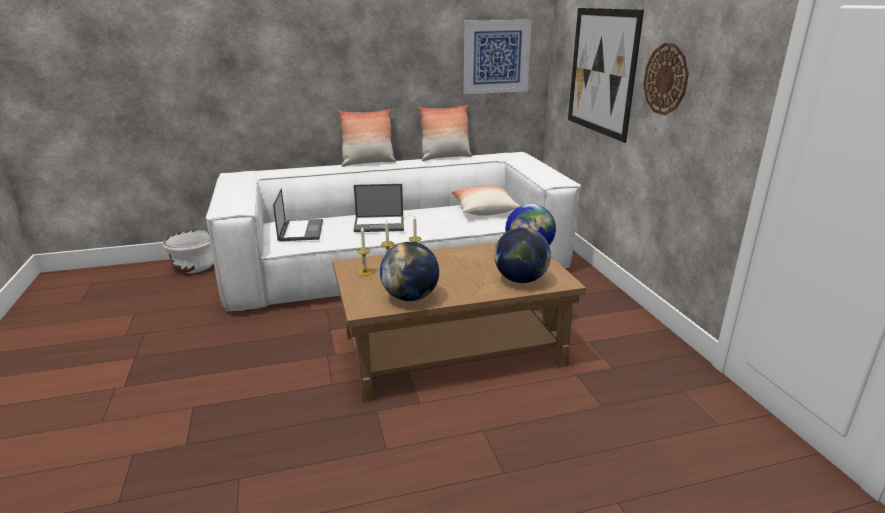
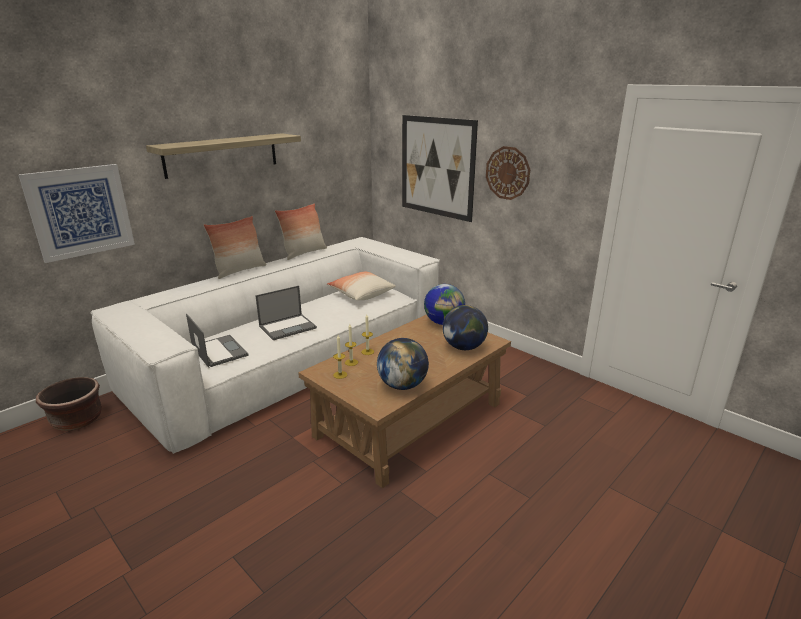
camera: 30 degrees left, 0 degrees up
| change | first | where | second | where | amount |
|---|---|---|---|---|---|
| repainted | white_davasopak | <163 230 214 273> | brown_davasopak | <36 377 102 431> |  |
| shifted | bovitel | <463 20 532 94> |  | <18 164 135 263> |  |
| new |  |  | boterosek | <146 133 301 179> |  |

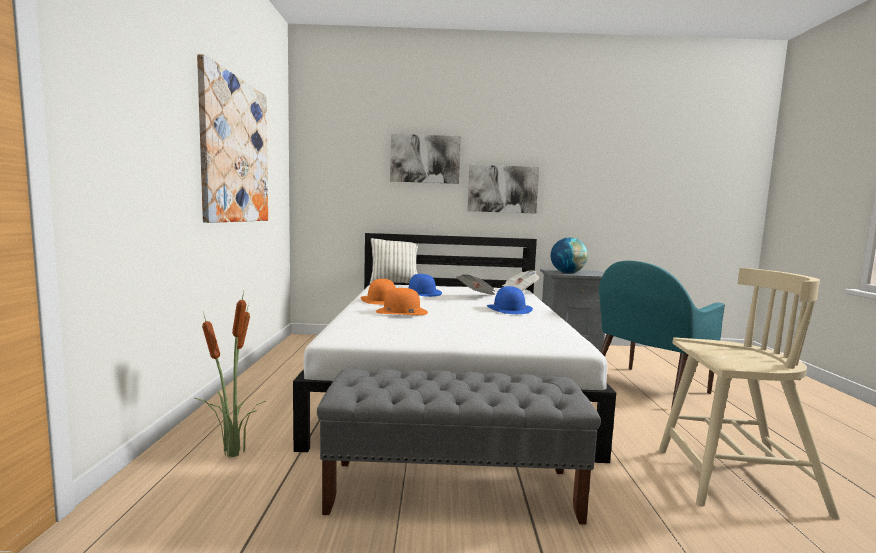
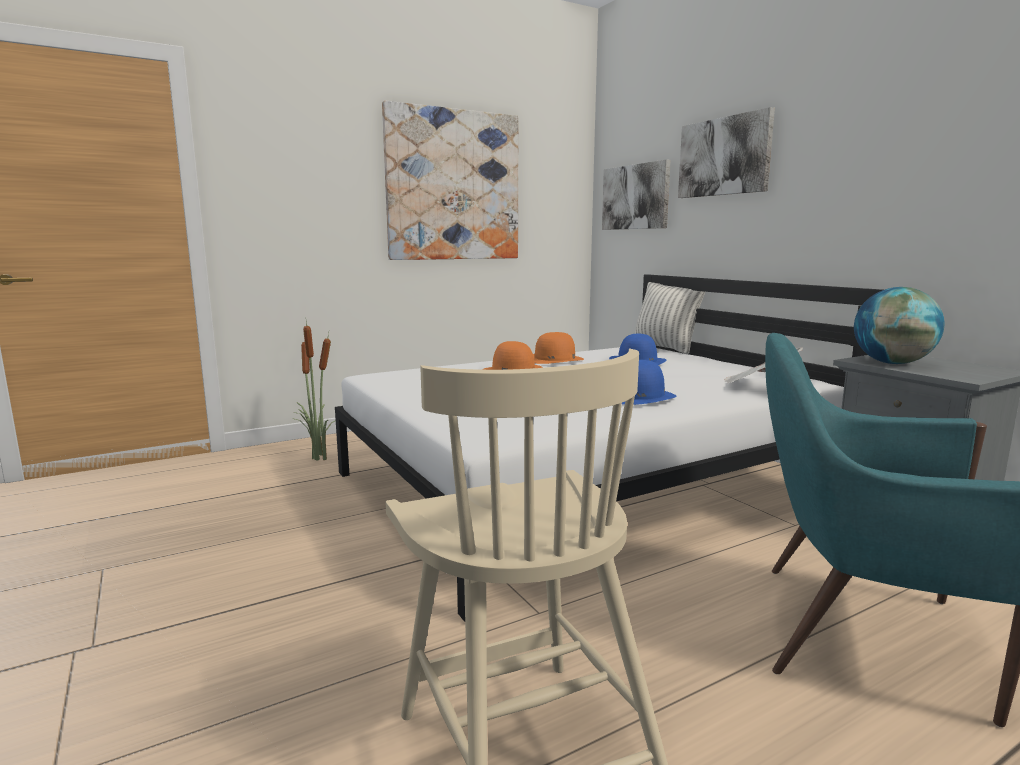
camera: 60 degrees right, 5 degrees up
| change | first | where | second | where | amount |
|---|---|---|---|---|---|
| gone | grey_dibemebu | <317 369 601 524> |  |  |  |
| gone | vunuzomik | <456 274 495 295> |  |  |  |
| shifted | bovitel | <468 165 539 214> |  | <602 159 671 230> |  |

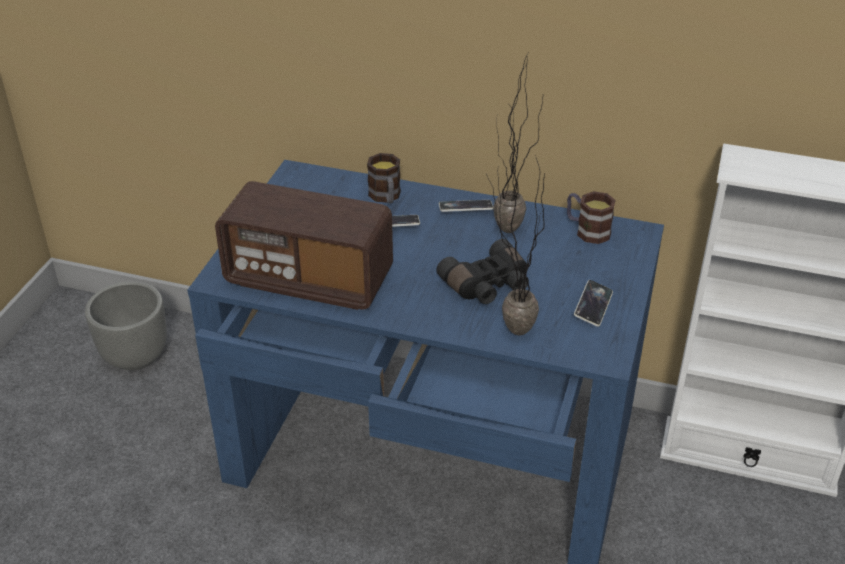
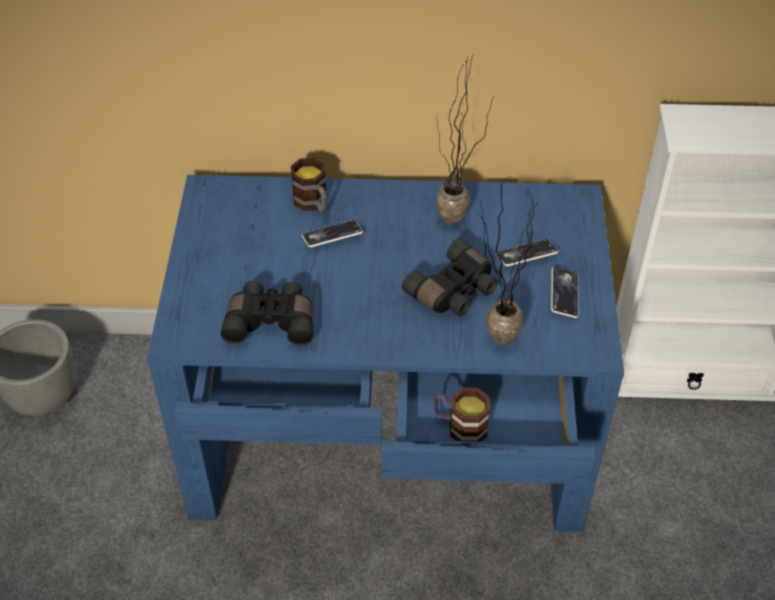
camera: 15 degrees left, 10 degrees up
| change | first | where | second | where | amount |
|---|---|---|---|---|---|
| swapped | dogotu | <215 181 393 310> | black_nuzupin | <221 281 313 345> |  |
| shifted | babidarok | <439 200 493 212> |  | <496 239 558 266> |  |
| shifted | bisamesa | <567 191 616 244> |  | <433 388 490 441> |  |

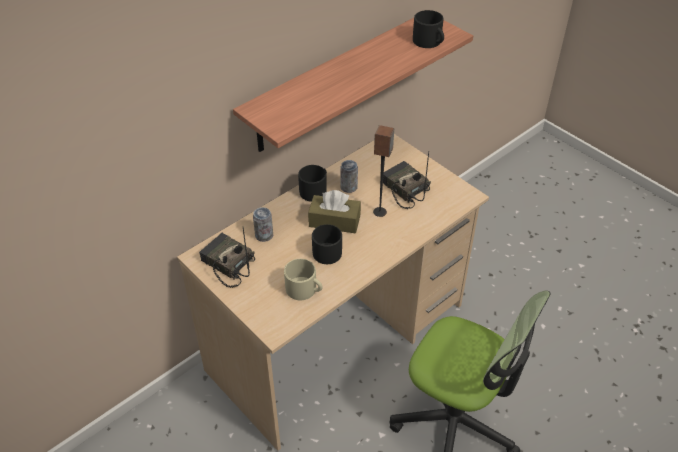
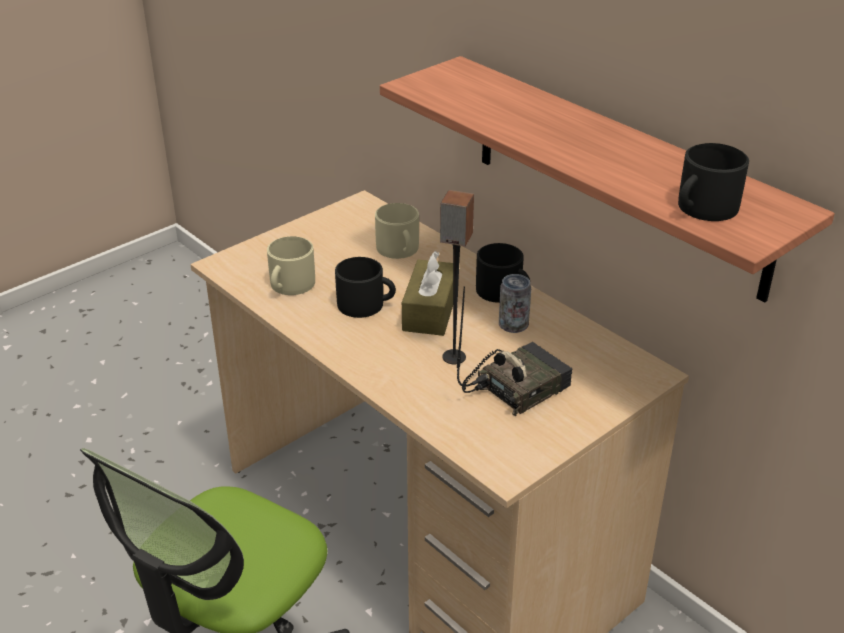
camera: 90 degrees right, 10 degrees down
| change | first | where | second | where | amount |
|---|---|---|---|---|---|
| gone | dogotu | <199 228 255 288> |  |  |  |
| swapped | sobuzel | <253 207 273 242> | beige_bisamesa | <375 203 419 259> |  |

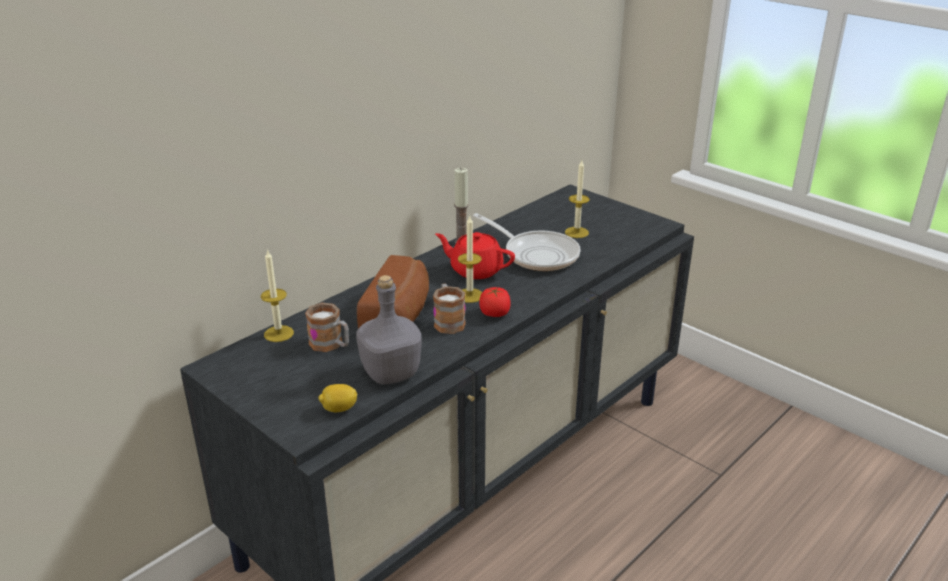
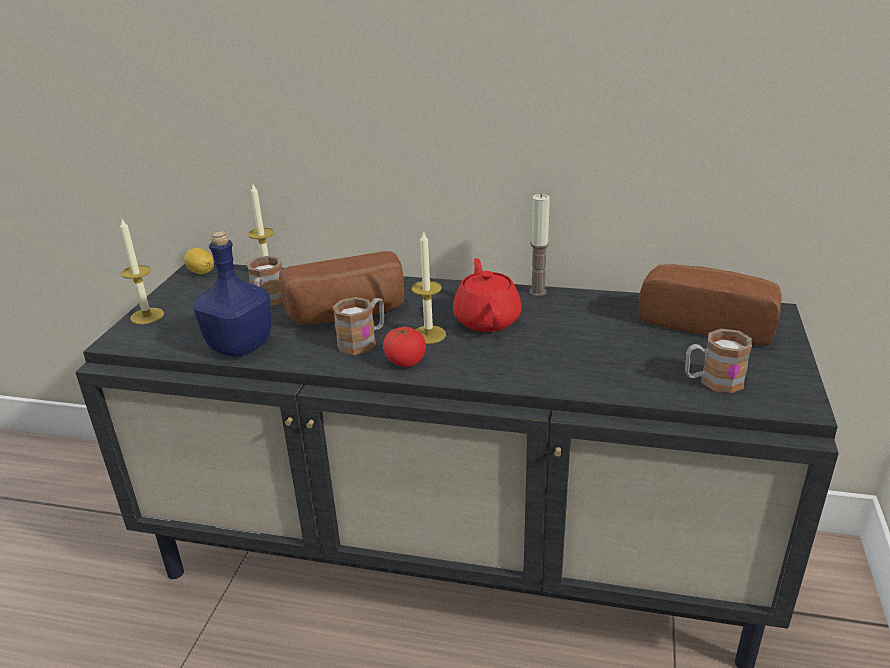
camera: 60 degrees right, 0 degrees up
| change | first | where | second | where | amount |
|---|---|---|---|---|---|
| shifted | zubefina | <318 384 358 412> |  | <184 248 214 274> |  |
| repainted | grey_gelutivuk | <356 275 422 384> | blue_gelutivuk | <193 231 271 357> |  |
| gone | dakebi | <473 213 580 271> |  |  |  |
| shifted | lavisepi | <565 160 590 238> |  | <120 219 164 324> |  |
| new |  |  | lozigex | <638 264 782 346> |  |
| new |  |  | bisamesa | <685 329 752 393> |  |

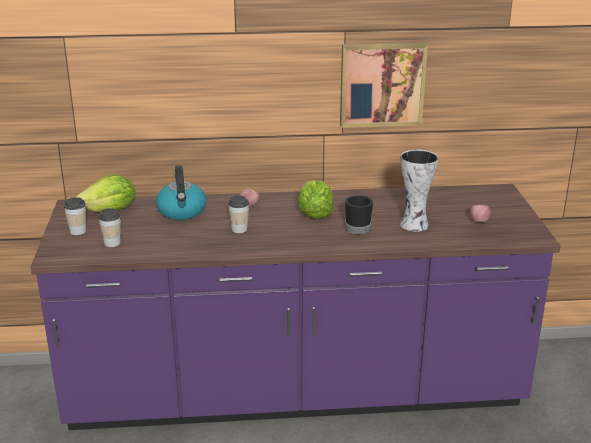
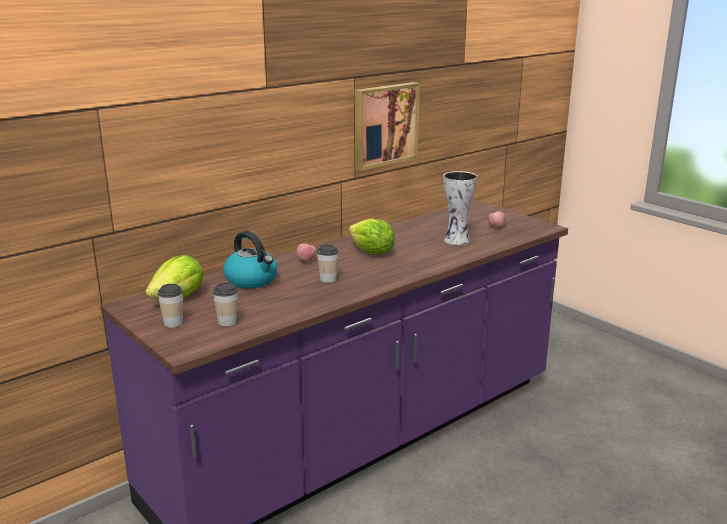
camera: 35 degrees left, 5 degrees down
| change | first | where | second | where | amount |
|---|---|---|---|---|---|
| gone | black_bisamesa | <345 195 373 234> |  |  |  |

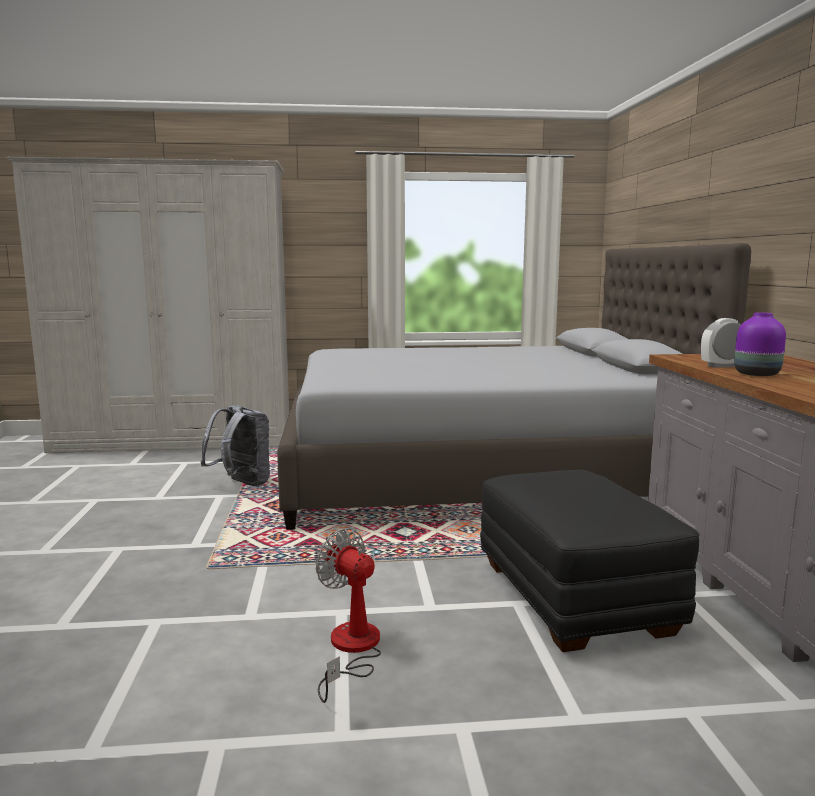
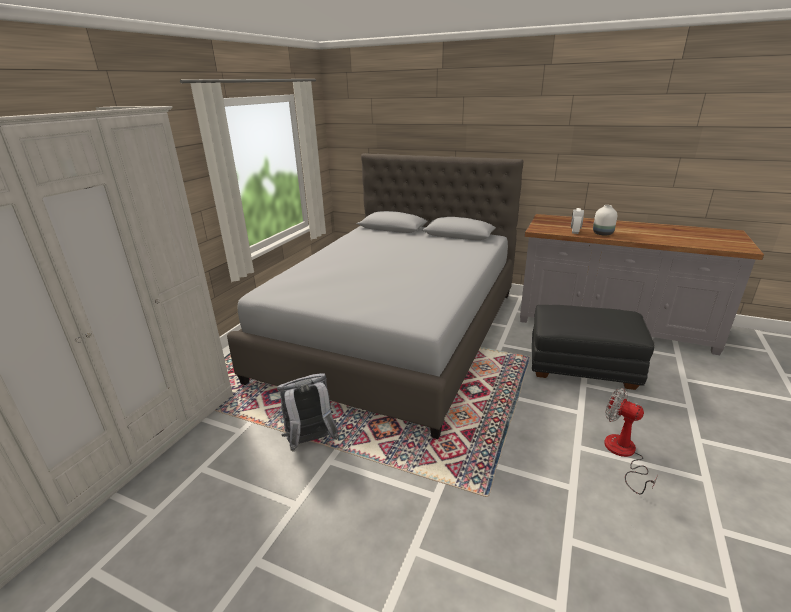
camera: 60 degrees left, 15 degrees up
| change | first | where | second | where | amount |
|---|---|---|---|---|---|
| rotated | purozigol | <315 528 381 703> |  | <604 388 658 494> | 60 degrees clockwise |
| repainted | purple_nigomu | <734 313 786 376> | white_nigomu | <593 205 617 236> |  |

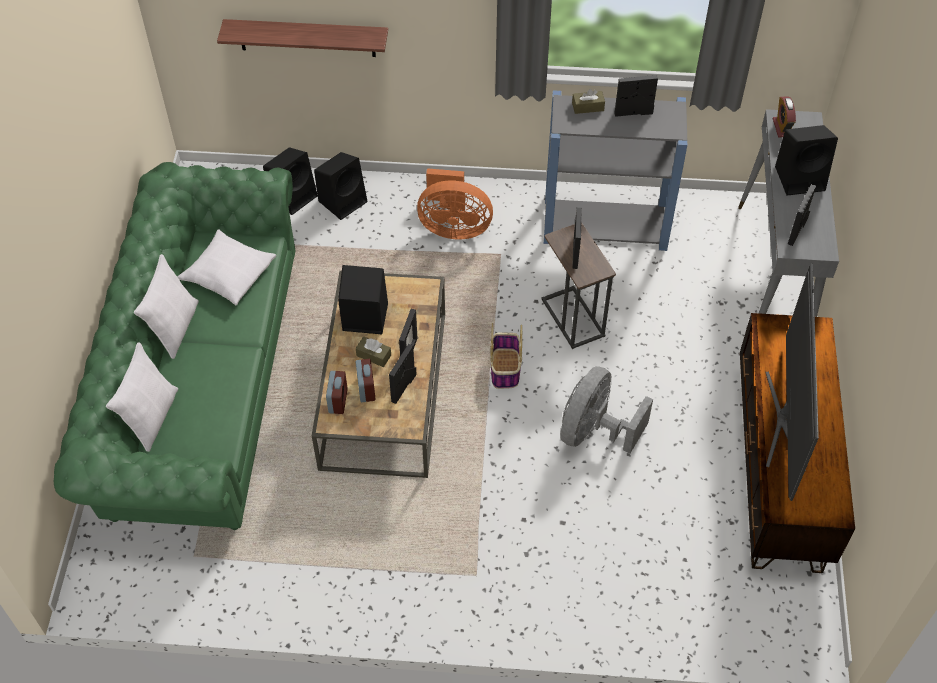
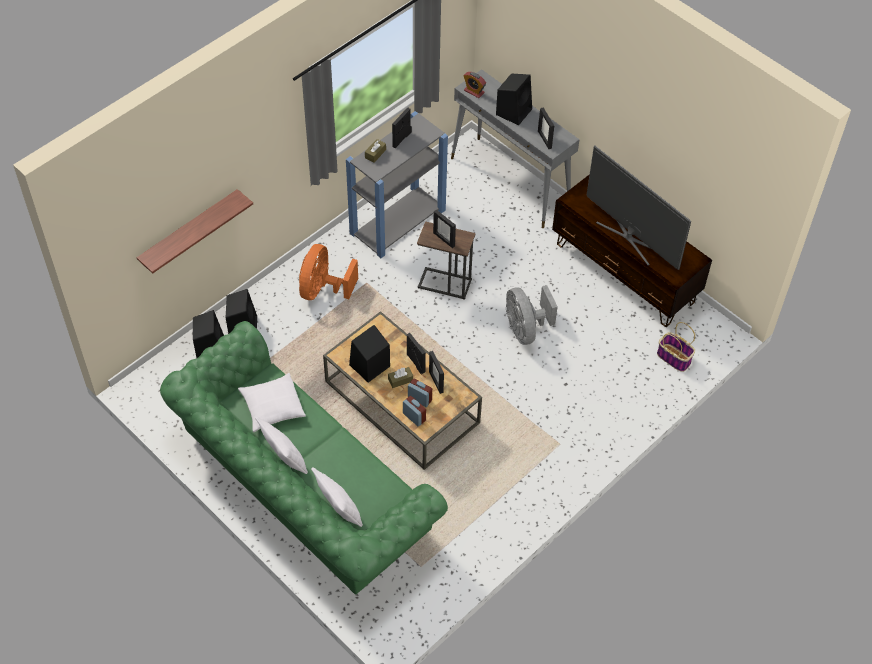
camera: 50 degrees left, 0 degrees up
| change | first | where | second | where | amount |
|---|---|---|---|---|---|
| rotated | orange_purozigol | <417 168 493 240> |  | <299 244 358 300> | 150 degrees clockwise |
| shifted | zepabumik | <490 323 522 389> |  | <657 322 695 372> |  |

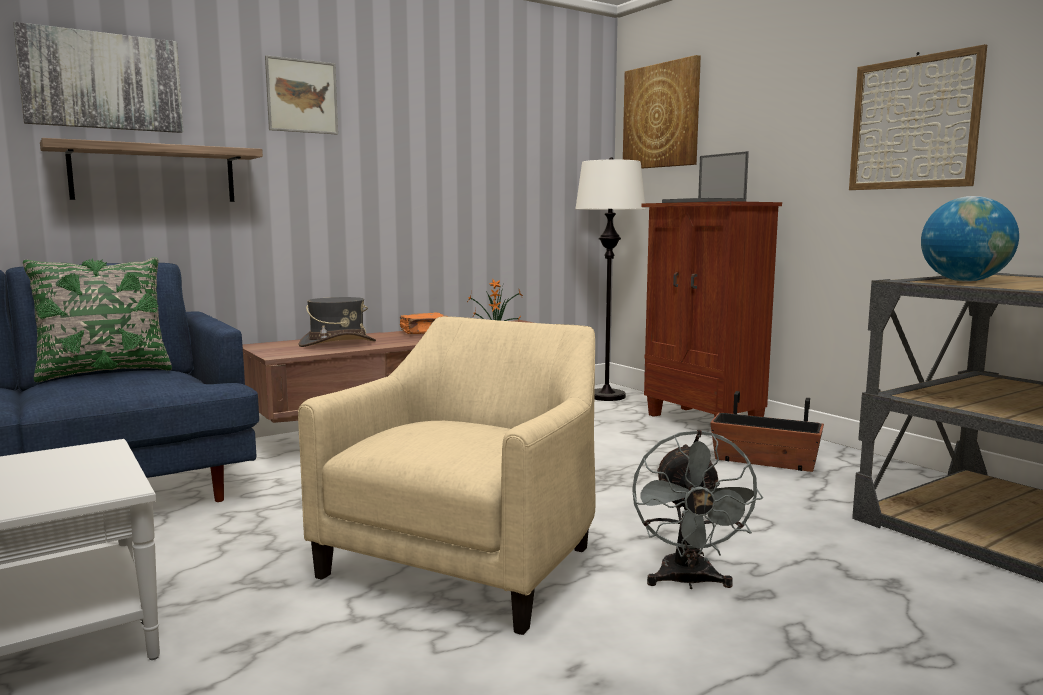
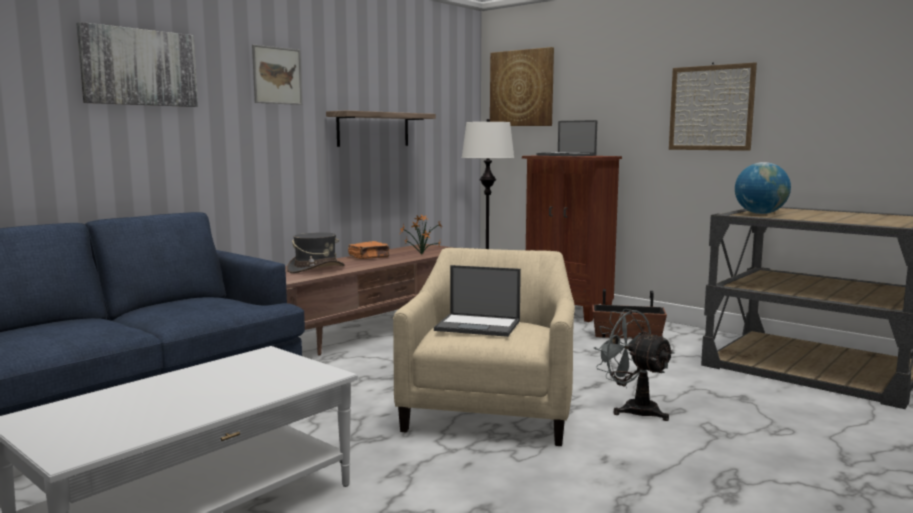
camera: 15 degrees left, 0 degrees up
| change | first | where | second | where | amount |
|---|---|---|---|---|---|
| gone | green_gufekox | <23 257 172 382> |  |  |  |
| shifted | boterosek | <40 138 263 202> |  | <326 111 436 147> |  |
| rotated | grey_purozigol | <632 430 763 589> |  | <594 309 675 421> | 150 degrees clockwise |
| new |  |  | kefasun | <434 265 521 337> |  |

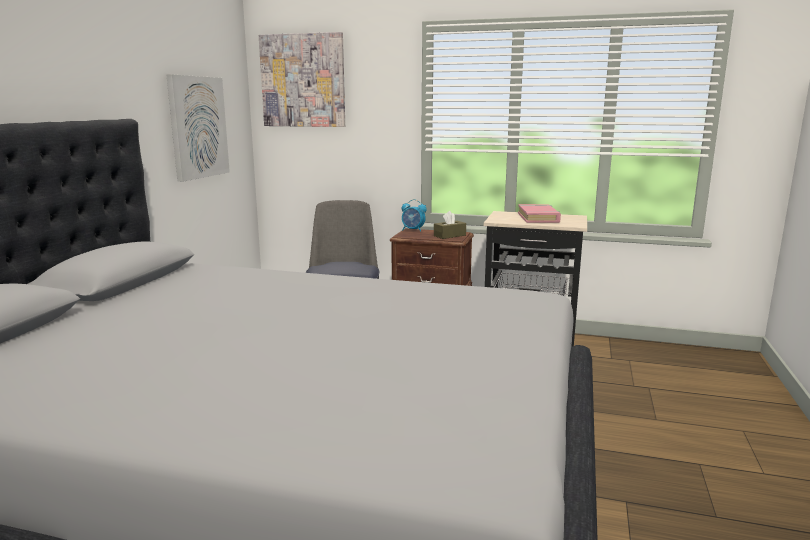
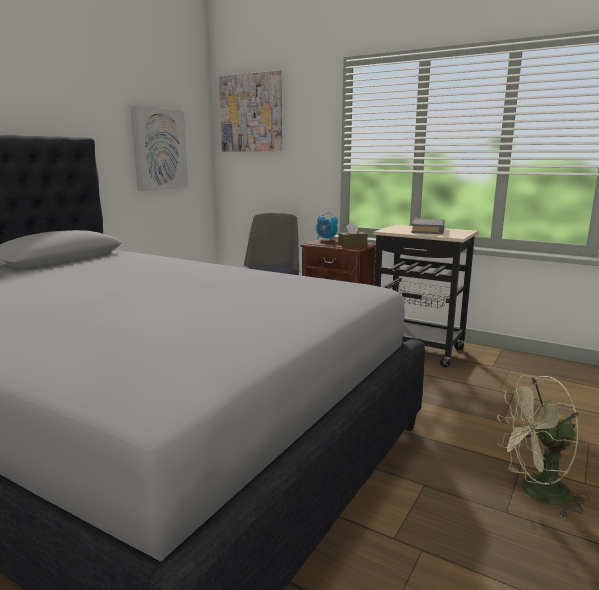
camera: 15 degrees right, 0 degrees up
| change | first | where | second | where | amount |
|---|---|---|---|---|---|
| repainted | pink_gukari | <518 204 561 223> | grey_gukari | <411 218 445 234> |  |
| new |  |  | green_purozigol | <497 375 589 518> |  |

